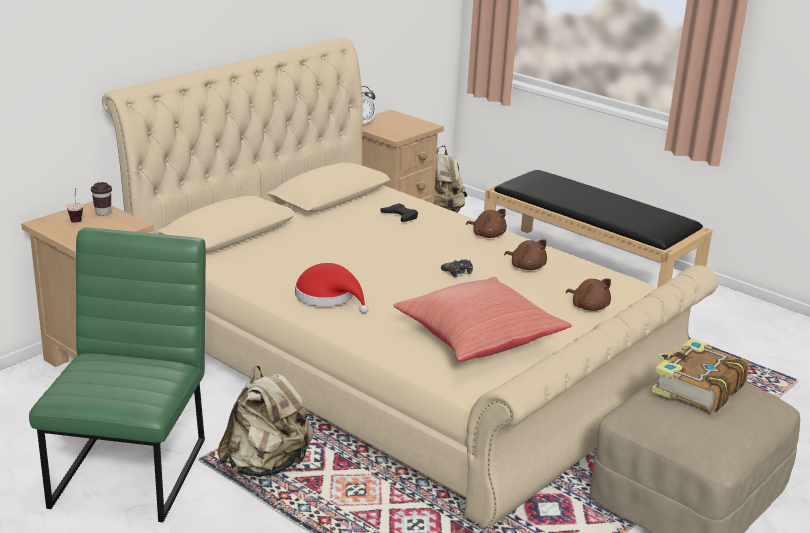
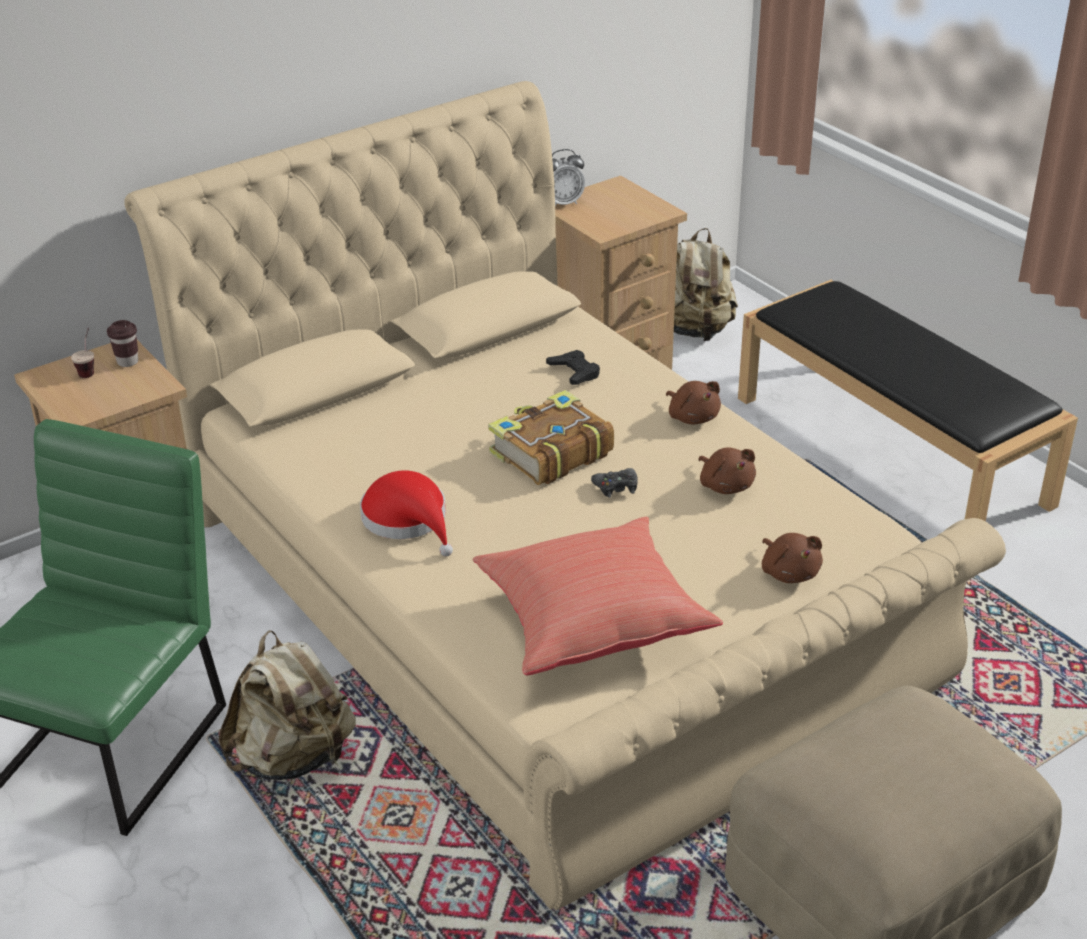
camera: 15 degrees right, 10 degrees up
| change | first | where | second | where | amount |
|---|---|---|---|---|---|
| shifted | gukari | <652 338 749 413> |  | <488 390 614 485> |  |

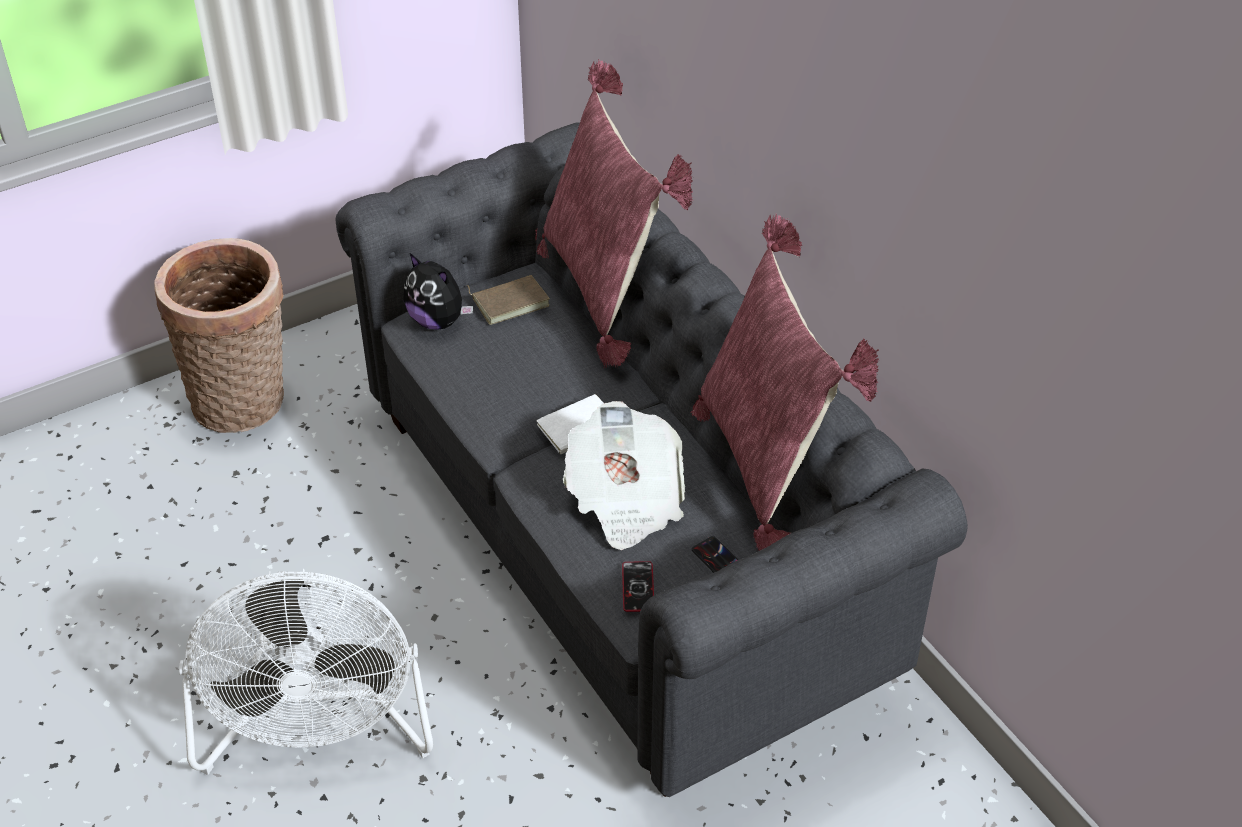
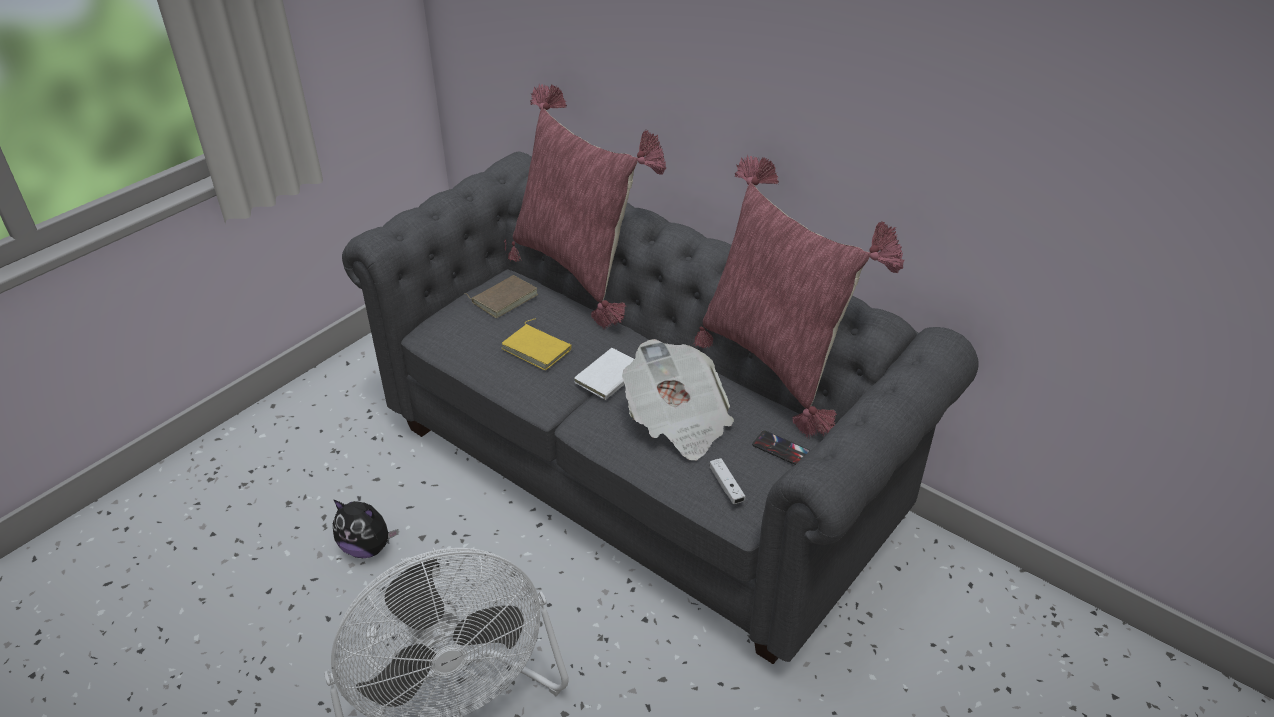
camera: 20 degrees left, 5 degrees down
| change | first | where | second | where | amount |
|---|---|---|---|---|---|
| gone | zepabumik | <154 238 284 433> |  |  |  |
| shifted | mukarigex | <403 253 473 330> |  | <333 499 398 558> |  |
| swapped | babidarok | <622 561 654 612> | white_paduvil | <710 458 745 504> |  |
| new |  |  | yellow_gukari | <501 319 572 370> |  |

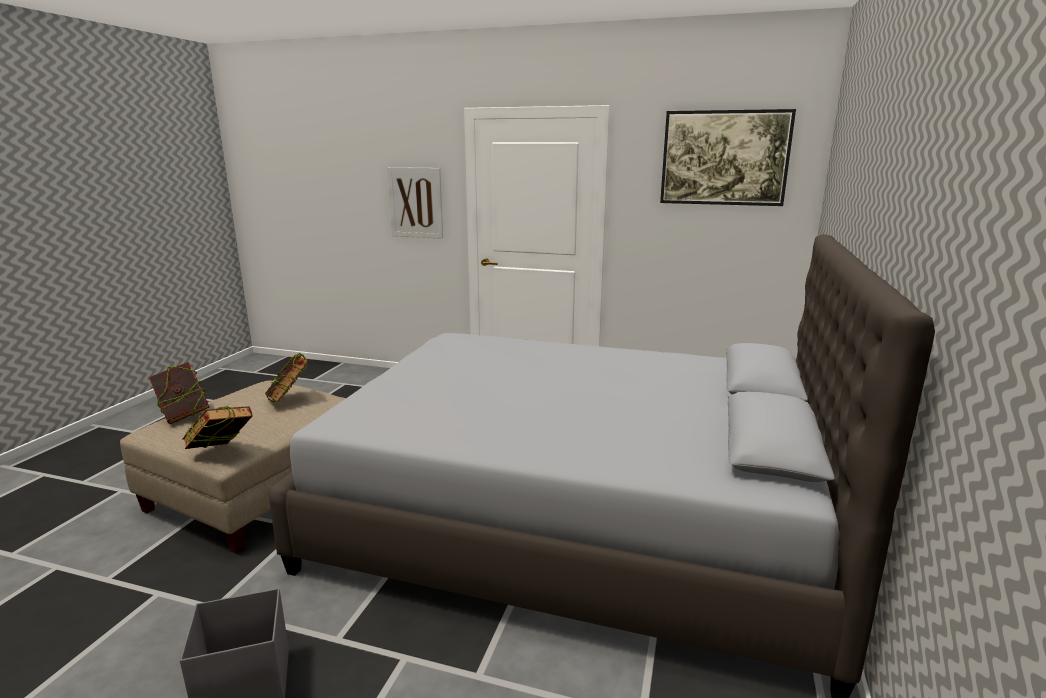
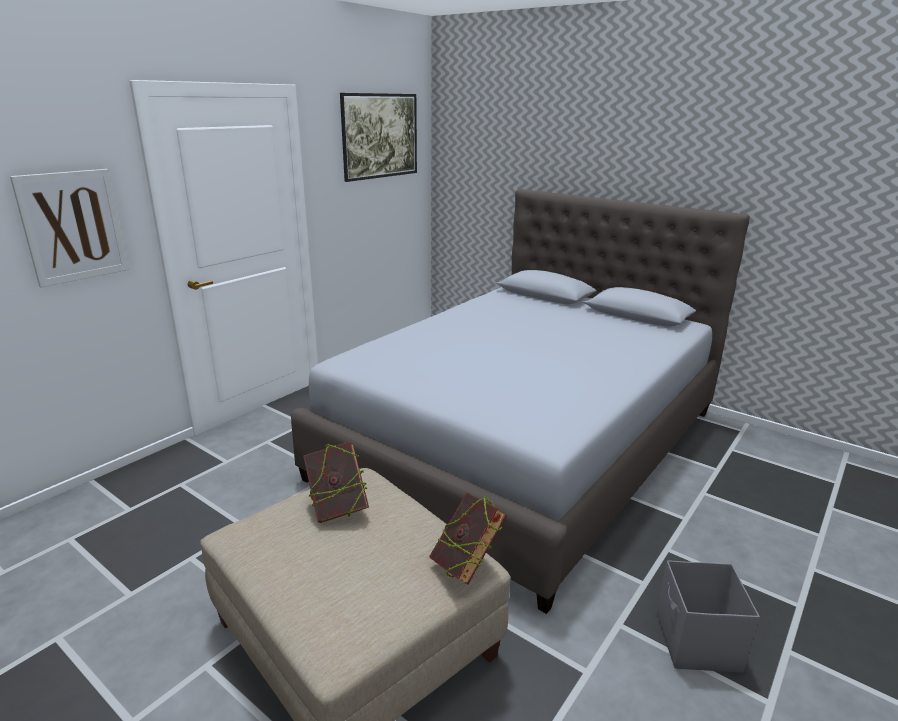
camera: 70 degrees left, 5 degrees up
| change | first | where | second | where | amount |
|---|---|---|---|---|---|
| gone | gukari | <149 362 210 424> |  |  |  |

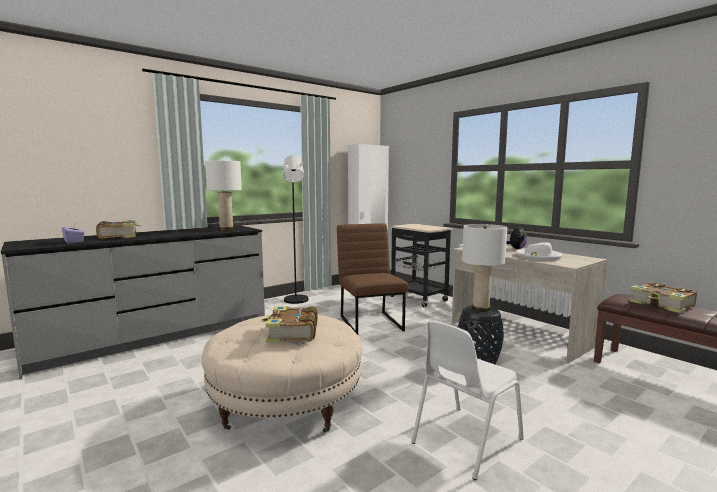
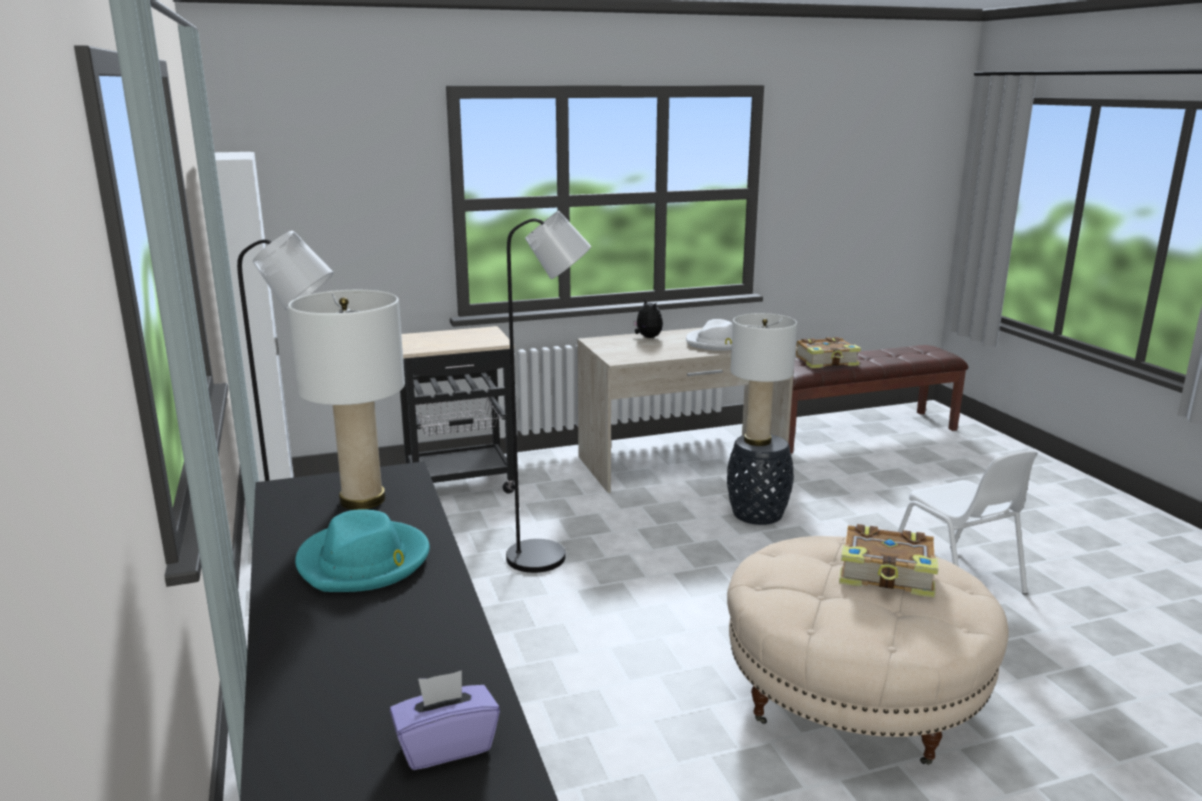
camera: 70 degrees left, 10 degrees up
| change | first | where | second | where | amount |
|---|---|---|---|---|---|
| gone | gukari | <96 220 143 239> |  |  |  |
| swapped | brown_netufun | <337 223 408 335> | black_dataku | <506 211 591 573> |  |
| new |  |  | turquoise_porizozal | <295 509 430 592> |  |

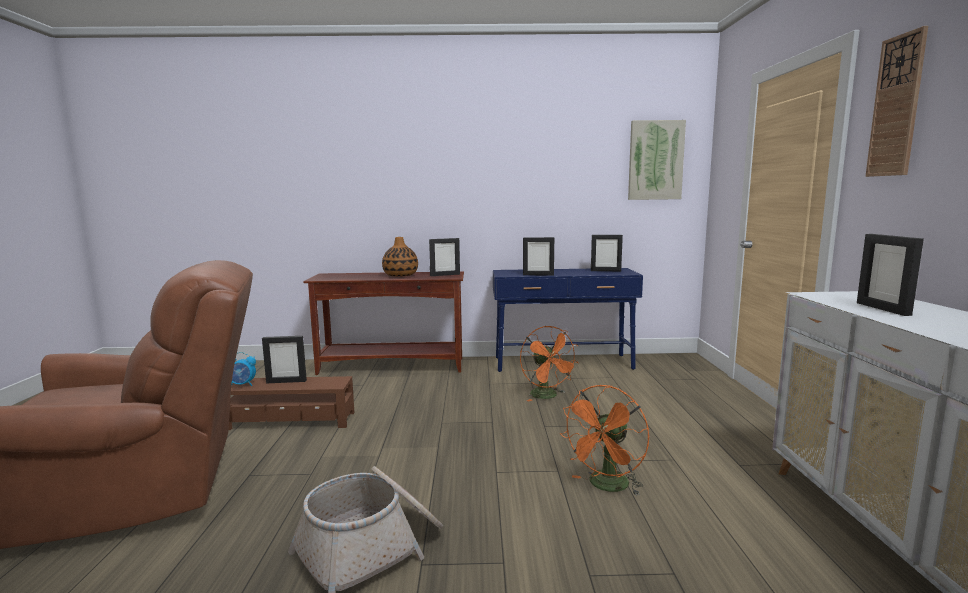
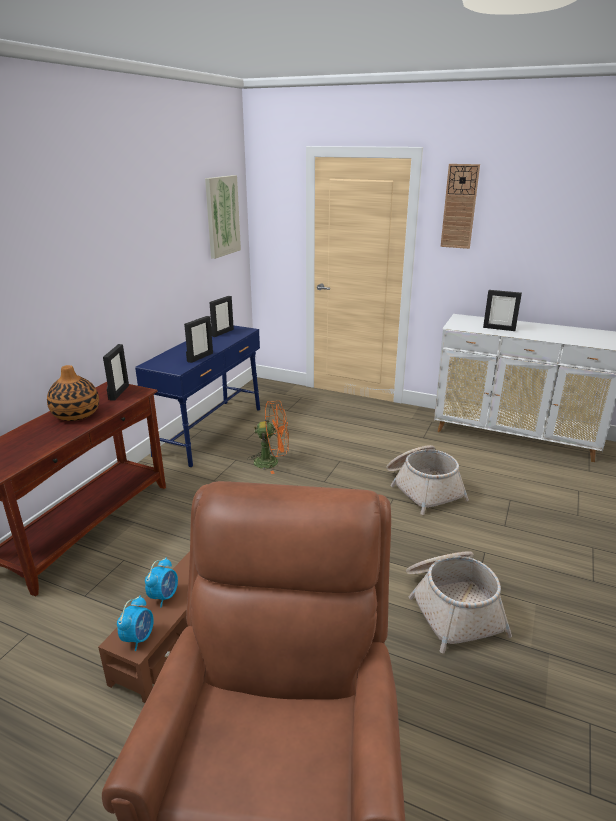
camera: 65 degrees left, 15 degrees up
| change | first | where | second | where | amount |
|---|---|---|---|---|---|
| swapped | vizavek | <262 336 307 383> | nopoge | <145 558 178 608> |  |
| swapped | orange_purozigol | <560 385 649 496> | zepabumik | <387 445 469 515> |  |

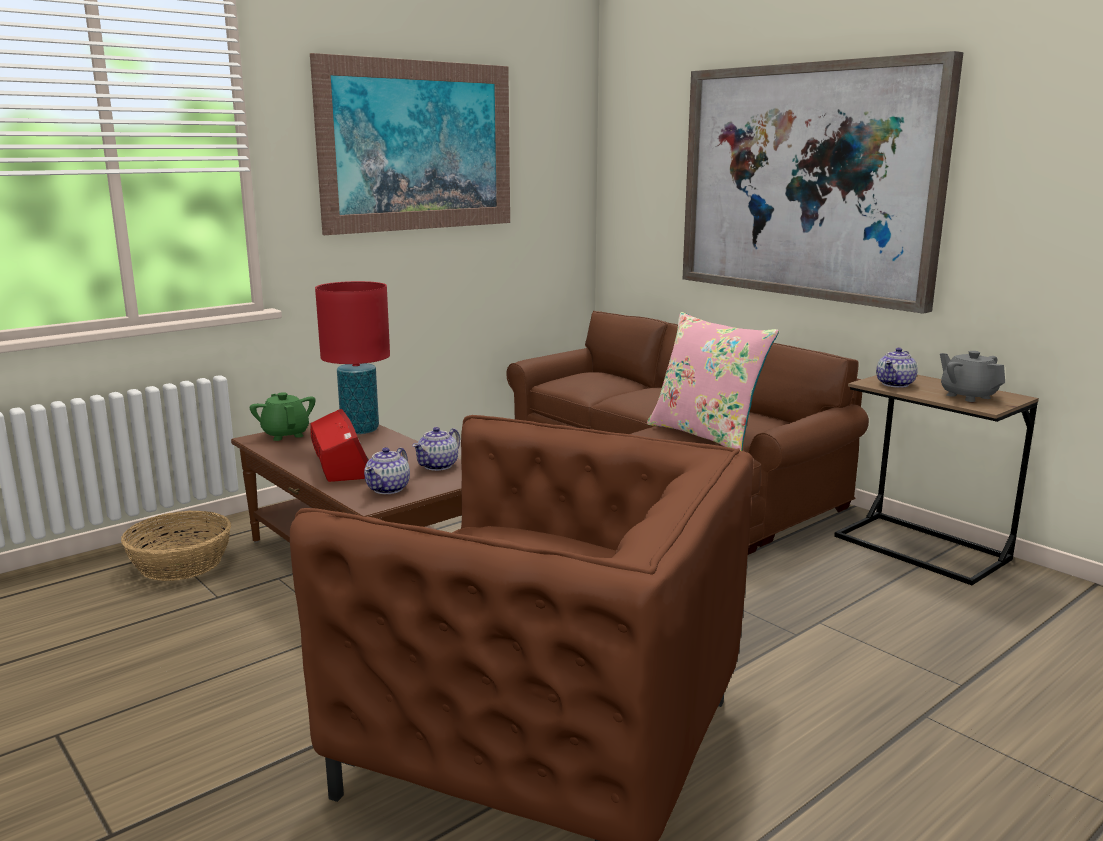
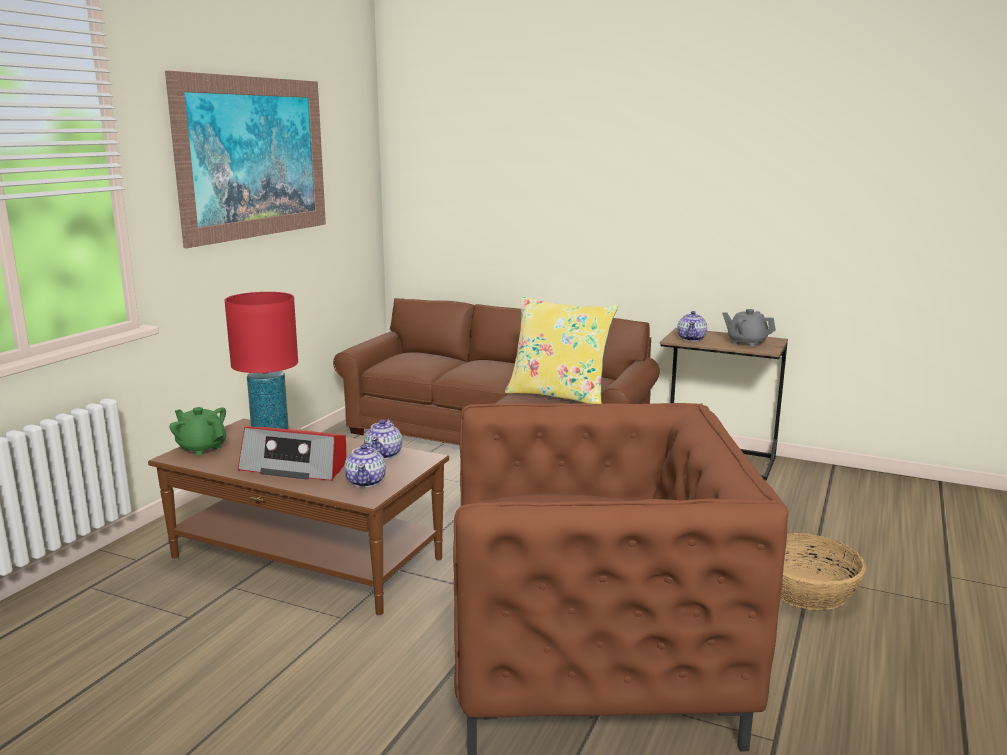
camera: 25 degrees left, 0 degrees up
| change | first | where | second | where | amount |
|---|---|---|---|---|---|
| shifted | zepabumik | <121 511 231 581> |  | <780 533 866 610> |  |
| rotated | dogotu | <310 409 369 482> |  | <238 426 346 481> | 150 degrees clockwise |
| repainted | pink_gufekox | <647 312 779 451> | yellow_gufekox | <505 296 618 404> |  |
| gone | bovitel | <683 51 964 314> |  |  |  |

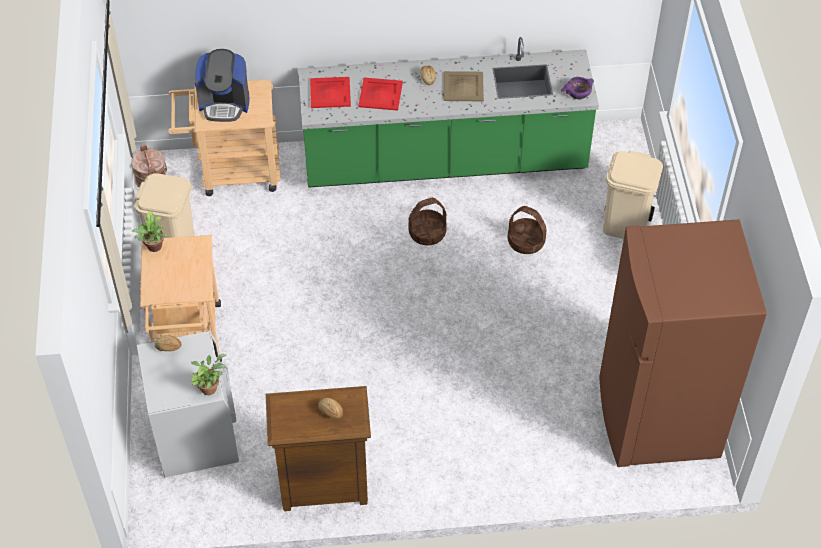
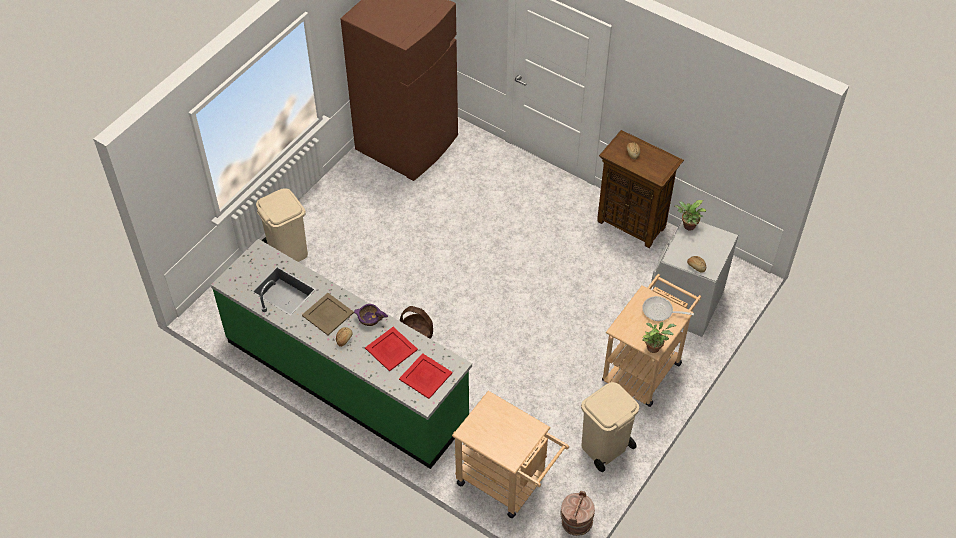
camera: 140 degrees left, 0 degrees up
| change | first | where | second | where | amount |
|---|---|---|---|---|---|
| gone | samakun | <195 49 249 122> |  |  |  |
| gone | zepabumik | <508 206 547 254> |  |  |  |
| shifted | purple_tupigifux | <561 77 594 100> |  | <354 304 388 326> |  |
| new |  |  | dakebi | <642 296 694 321> |  |

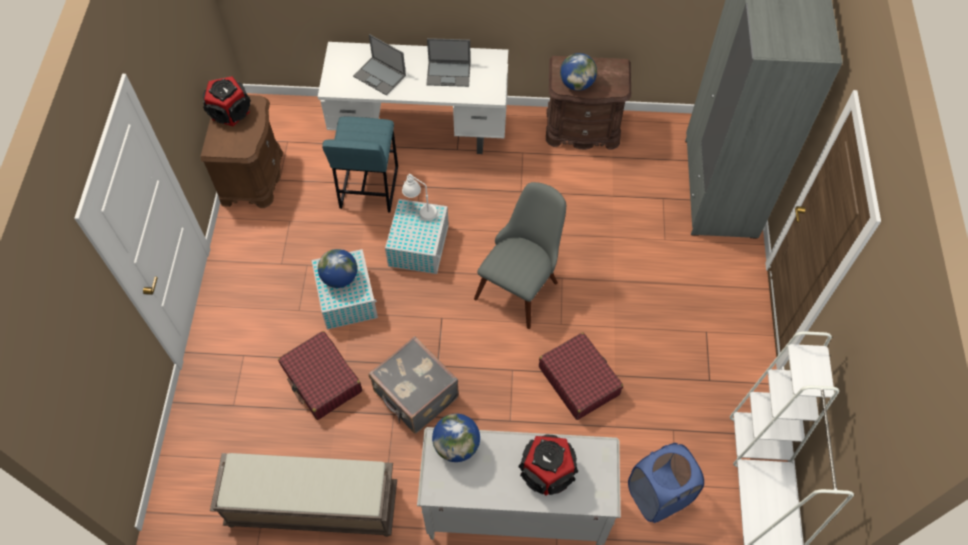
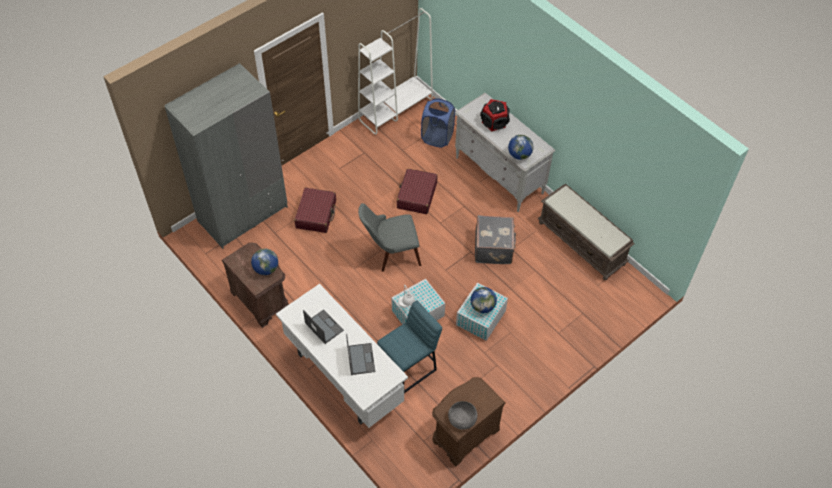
camera: 135 degrees left, 5 degrees down
| change | first | where | second | where | amount |
|---|---|---|---|---|---|
| swapped | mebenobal | <203 76 251 126> | grey_tupigifux | <448 401 477 430> |  |
| shifted | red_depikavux | <278 331 362 420> |  | <294 188 336 233> |  |

